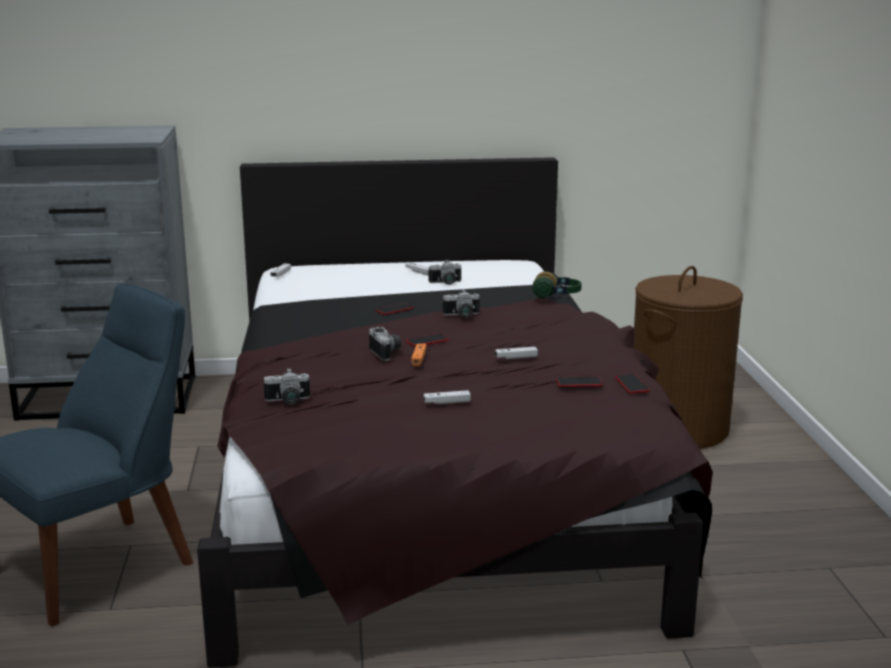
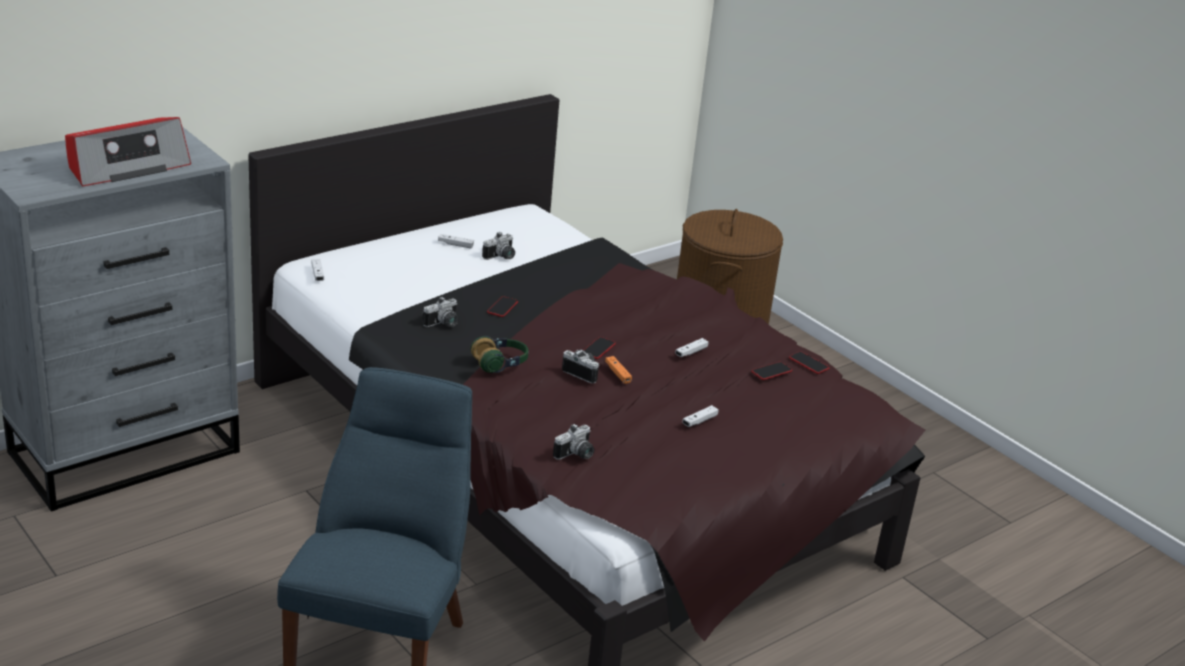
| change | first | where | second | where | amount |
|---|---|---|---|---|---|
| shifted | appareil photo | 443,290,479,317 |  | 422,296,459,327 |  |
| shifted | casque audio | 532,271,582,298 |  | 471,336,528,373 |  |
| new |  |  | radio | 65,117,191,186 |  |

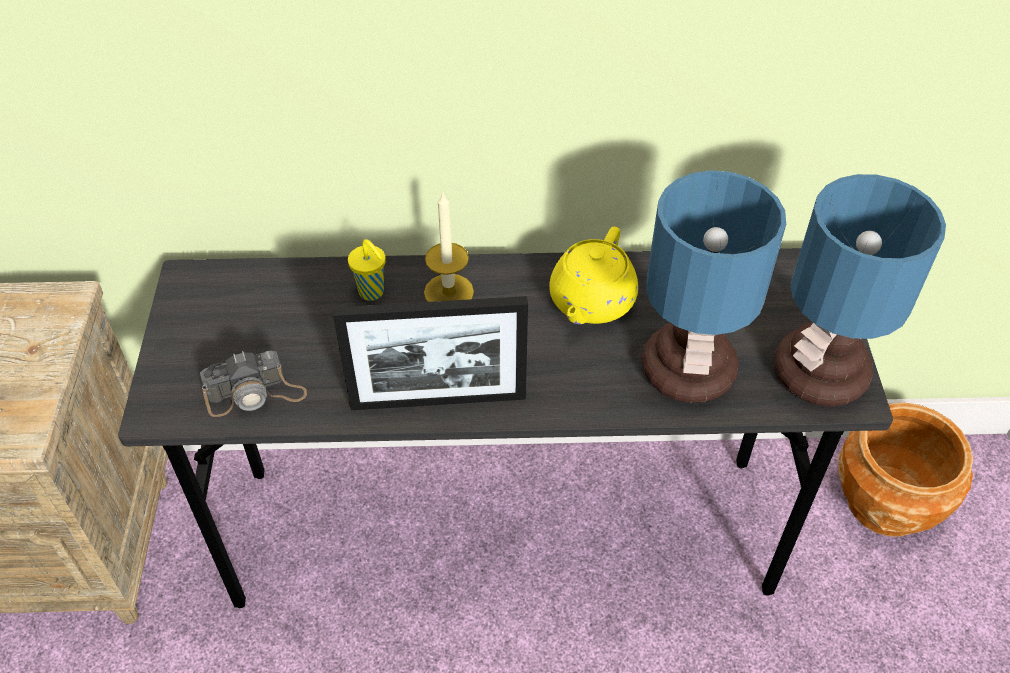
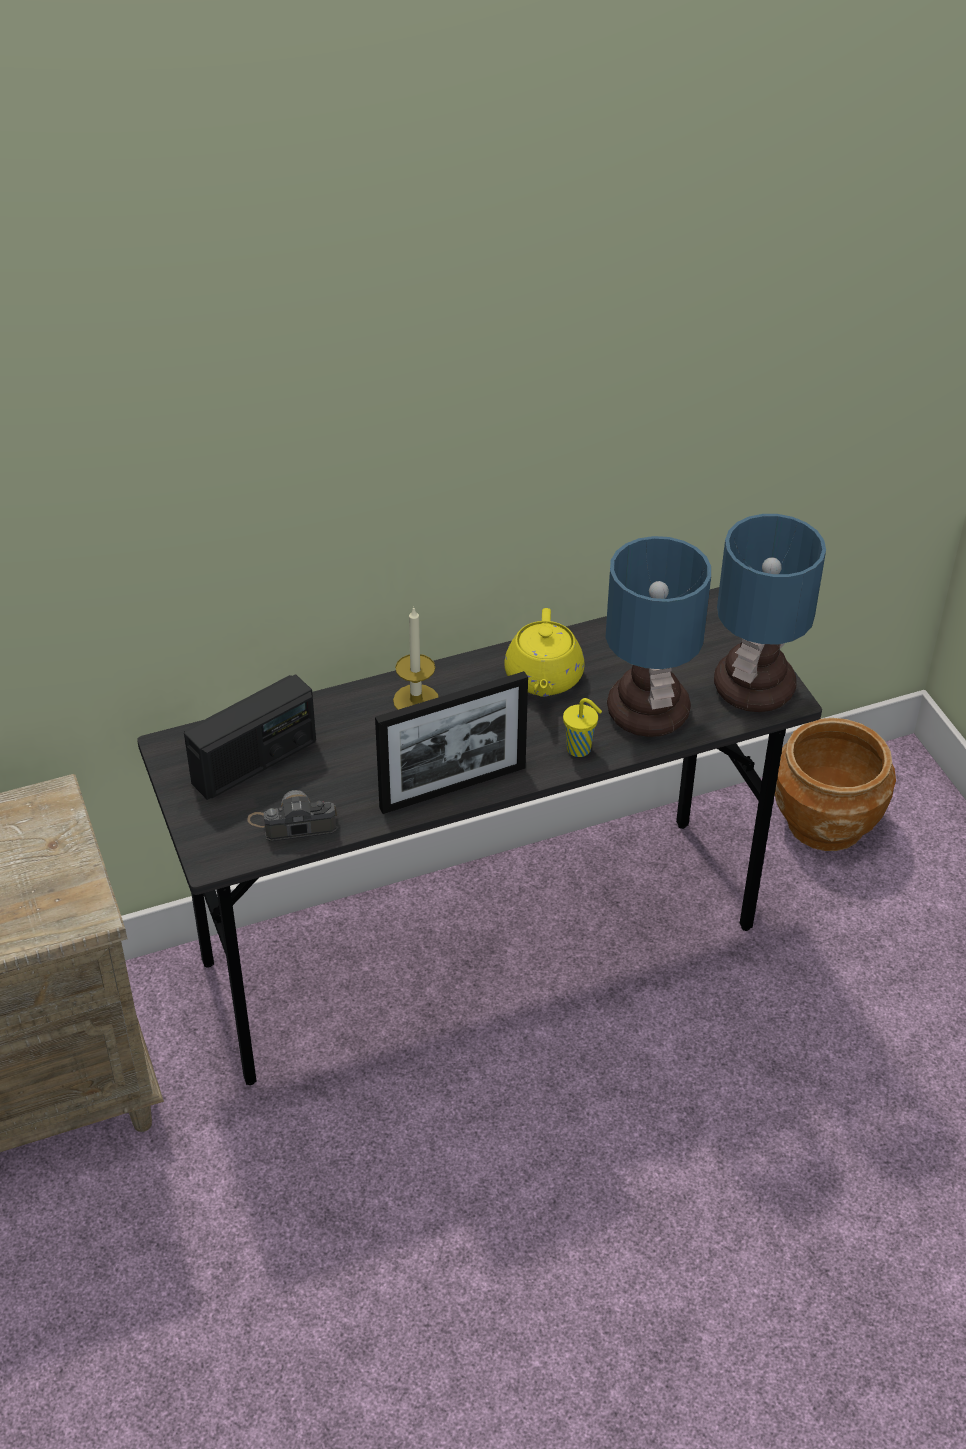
| change | first | where | second | where | amount |
|---|---|---|---|---|---|
| rotated | appareil photo | 200,351,307,417 |  | 247,790,337,842 | 150 degrees counterclockwise |
| shifted | tasse [jaune] | 348,239,386,301 |  | 563,698,602,757 |  |
| new |  |  | radio | 184,674,316,800 |  |

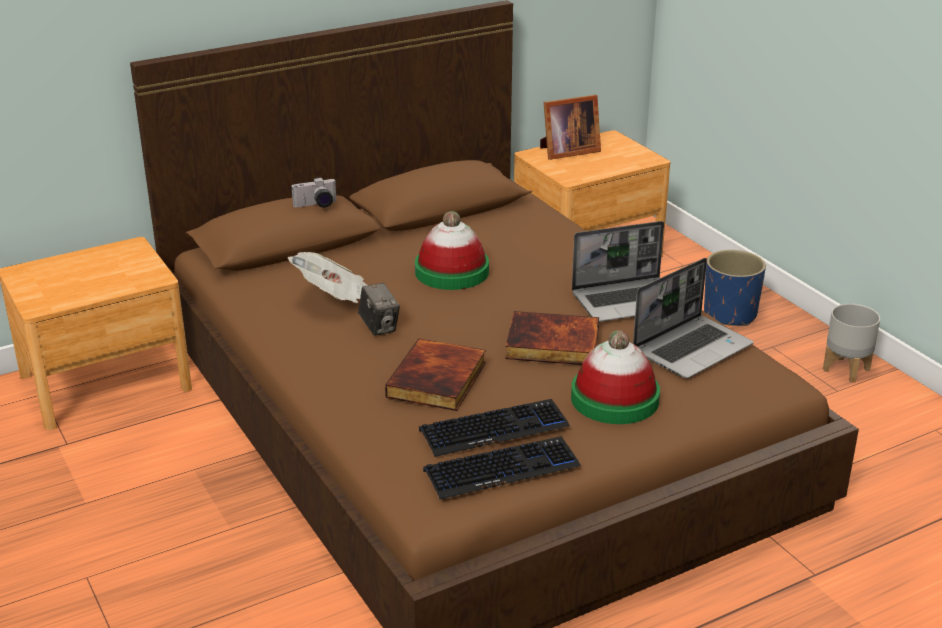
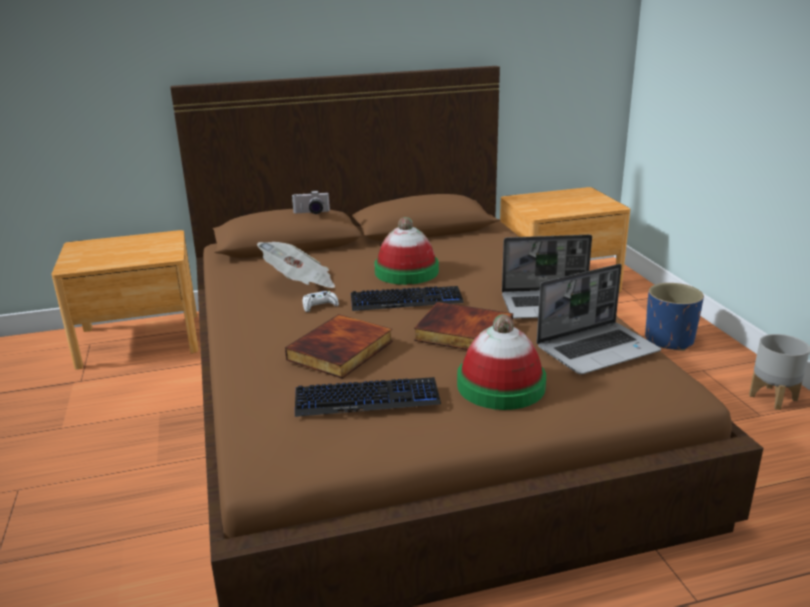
| change | first | where | second | where | amount |
|---|---|---|---|---|---|
| swapped | appareil photo | 358,283,400,336 | manette [blanc] | 303,290,339,312 |  |
| shifted | clavier | 423,436,581,500 |  | 351,286,464,311 |  |
| gone | cadre photo | 540,95,601,160 |  |  |  |

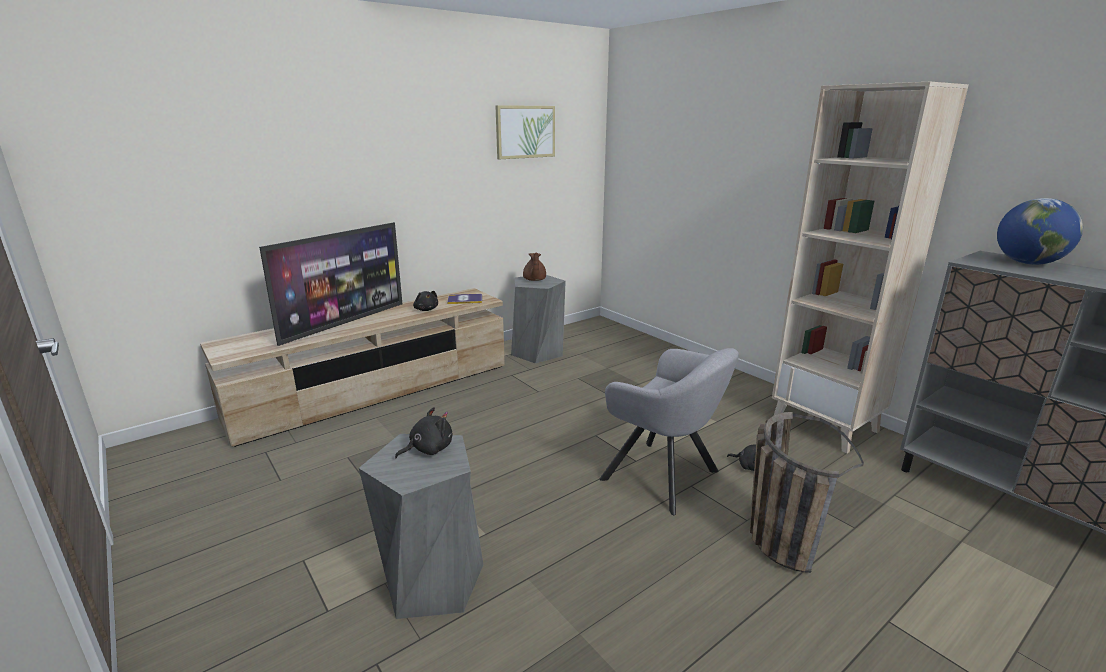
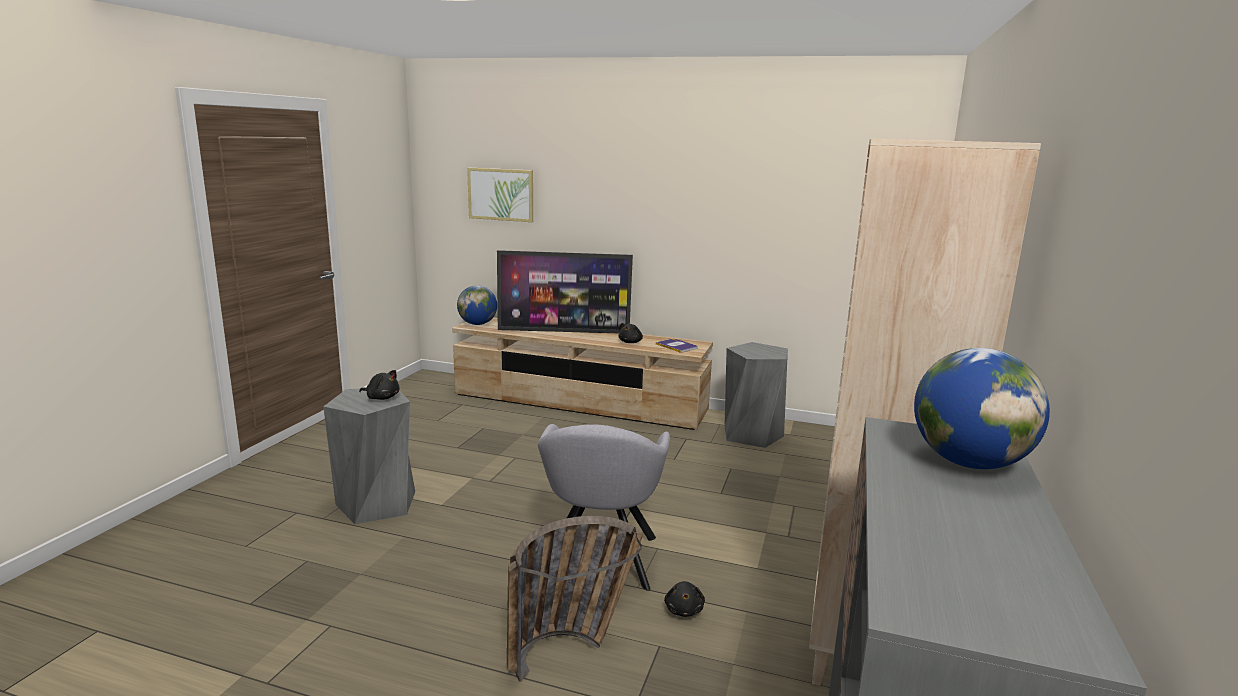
| change | first | where | second | where | amount |
|---|---|---|---|---|---|
| shifted | tableau | 495,105,555,159 |  | 467,168,533,222 |  |
| gone | théière [marron] | 523,252,546,281 |  |  |  |
| new |  |  | globe | 457,285,497,325 |  |

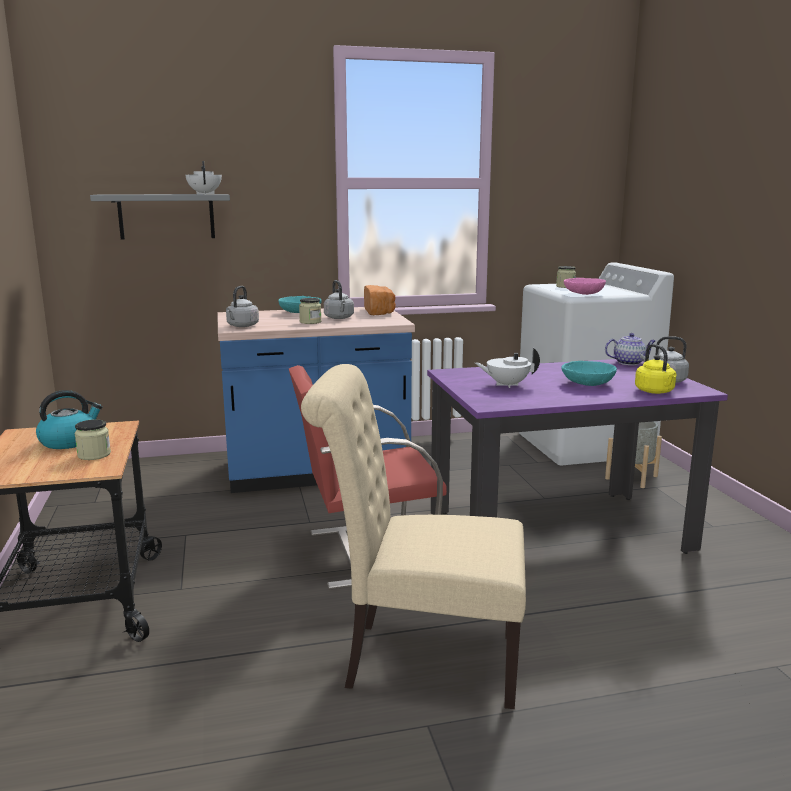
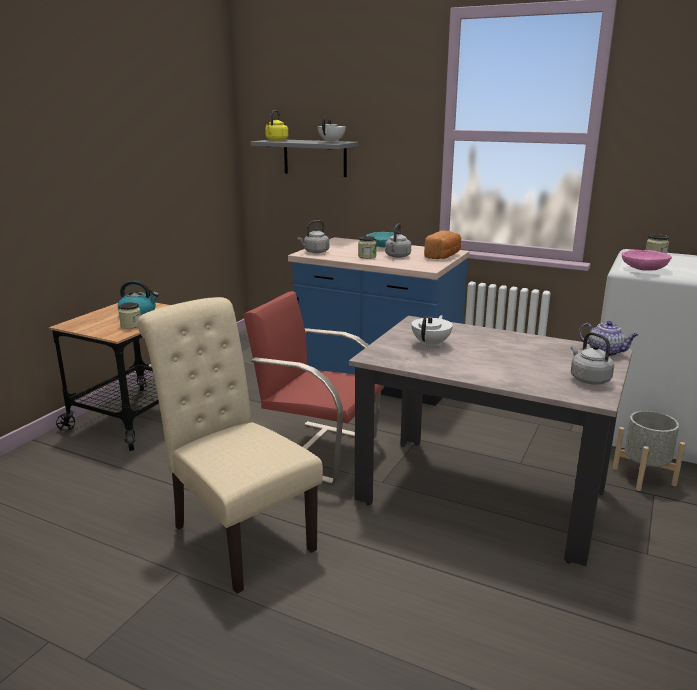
| change | first | where | second | where | amount |
|---|---|---|---|---|---|
| repainted | table à manger [violet] | 427,359,728,554 | table à manger [beige] | 349,316,633,566 |  |
| rotated | théière [blanc] | 475,348,540,388 |  | 411,315,453,348 | 75 degrees clockwise |
| gone | bol [turquoise] | 561,361,617,386 |  |  |  |
| shifted | bouilloire [jaune] | 635,344,677,394 |  | 265,110,288,141 |  |

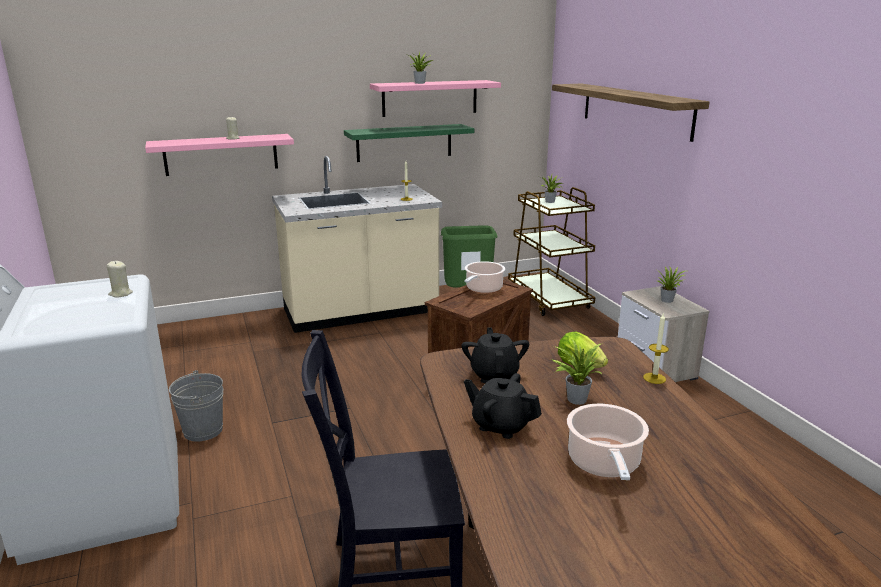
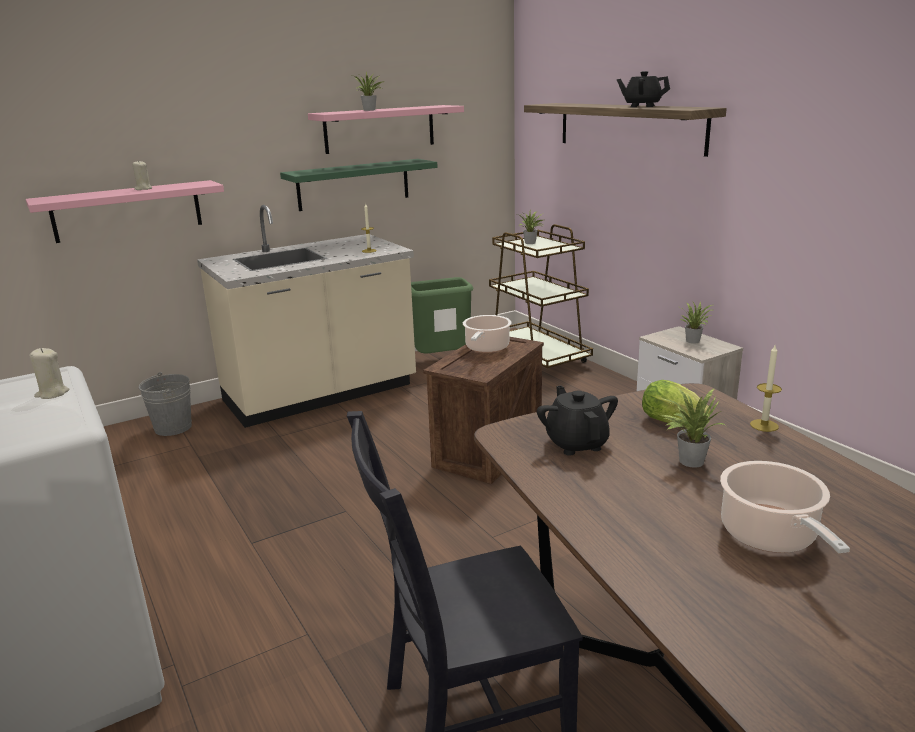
| change | first | where | second | where | amount |
|---|---|---|---|---|---|
| shifted | seau [gris] | 169,370,224,441 |  | 139,372,192,436 |  |
| shifted | théière [noir] | 464,373,542,439 |  | 617,71,670,107 |  |

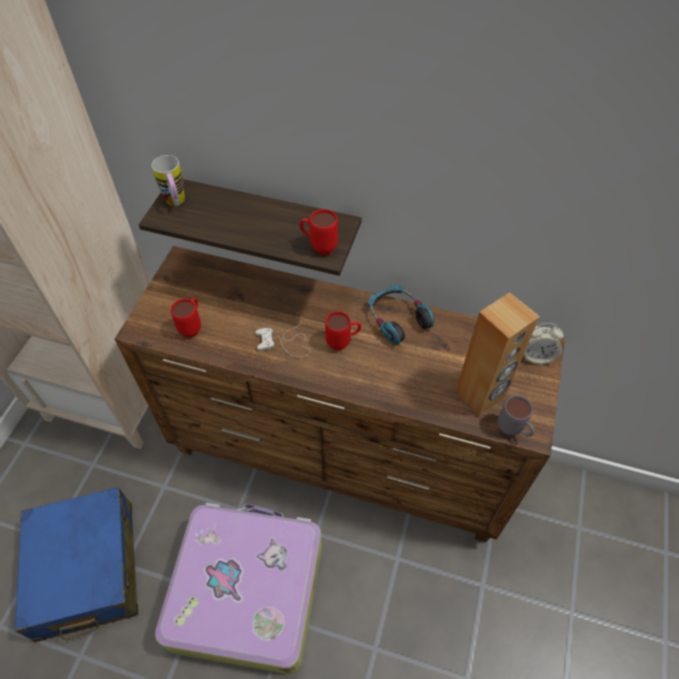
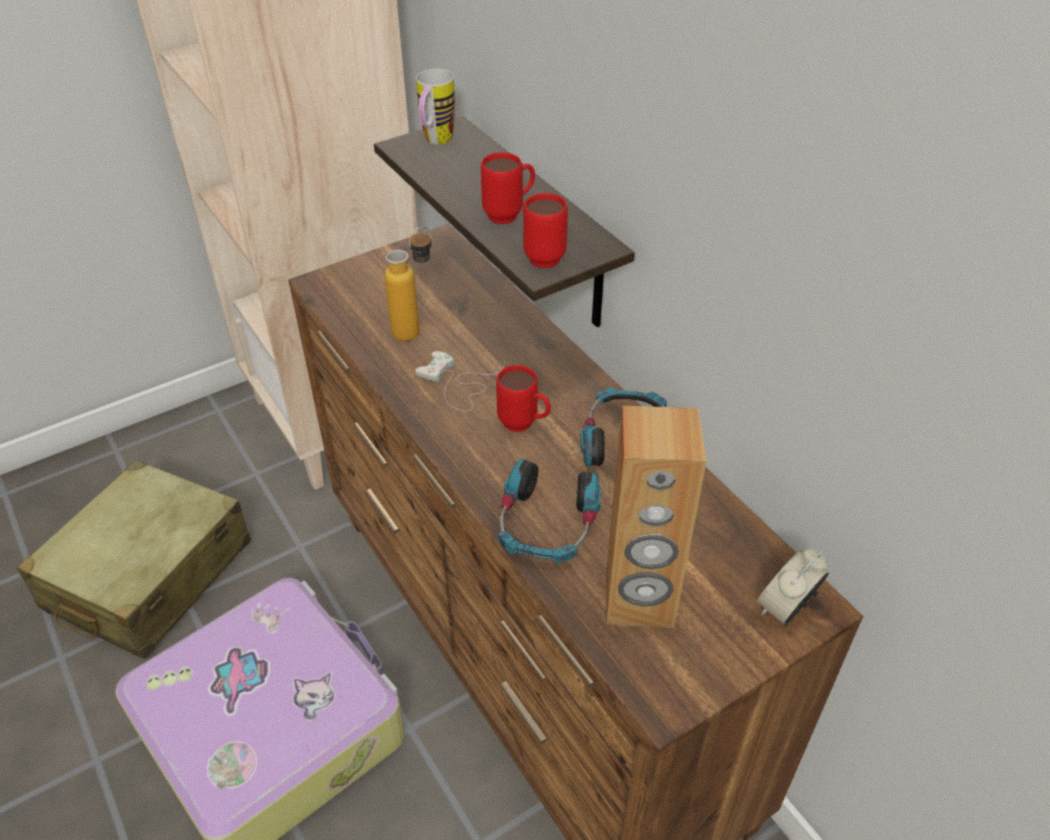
| change | first | where | second | where | amount |
|---|---|---|---|---|---|
| repainted | valise [bleu] | 14,487,138,642 | valise [beige] | 16,460,251,659 |  |
| shifted | mug [rouge] | 171,298,201,338 |  | 481,152,535,224 |  |
| gone | mug [gris] | 498,396,534,437 |  |  |  |
| rotated | réveil | 524,323,564,364 |  | 756,549,829,625 | 90 degrees clockwise |
| new |  |  | bouteille | 384,227,431,341 |  |
| new |  |  | casque audio | 498,459,601,563 |  |

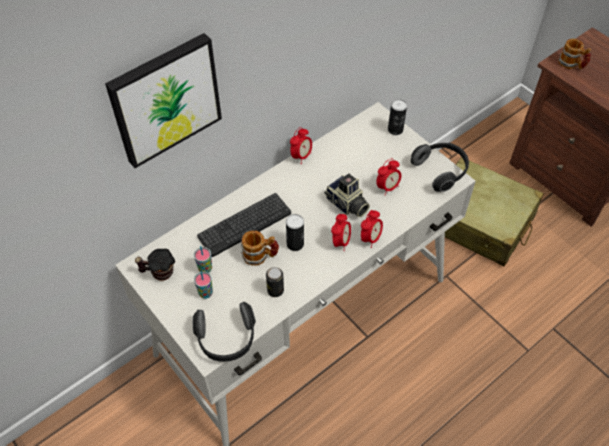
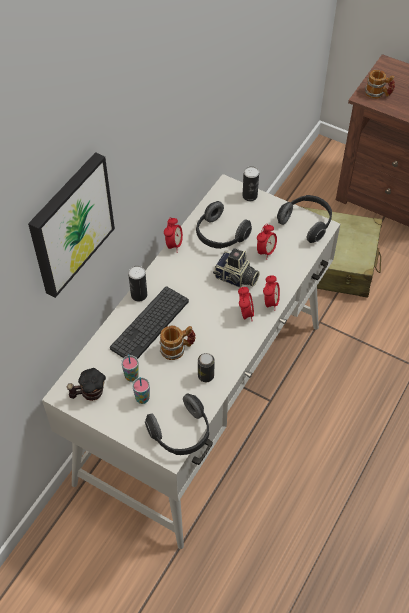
| change | first | where | second | where | amount |
|---|---|---|---|---|---|
| shifted | boîte métallique | 286,214,304,251 |  | 128,266,147,301 |  |
| new |  |  | casque audio | 196,201,252,249 |  |

